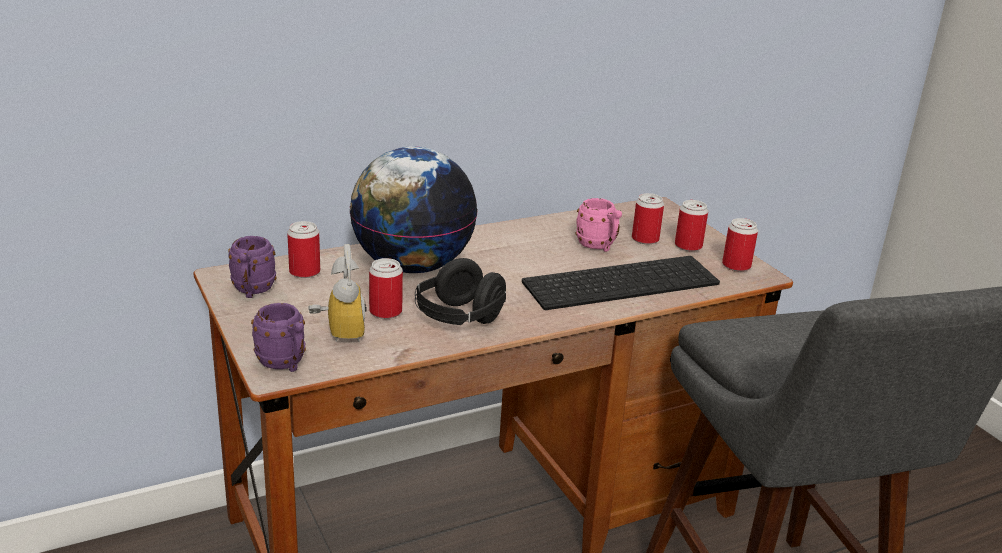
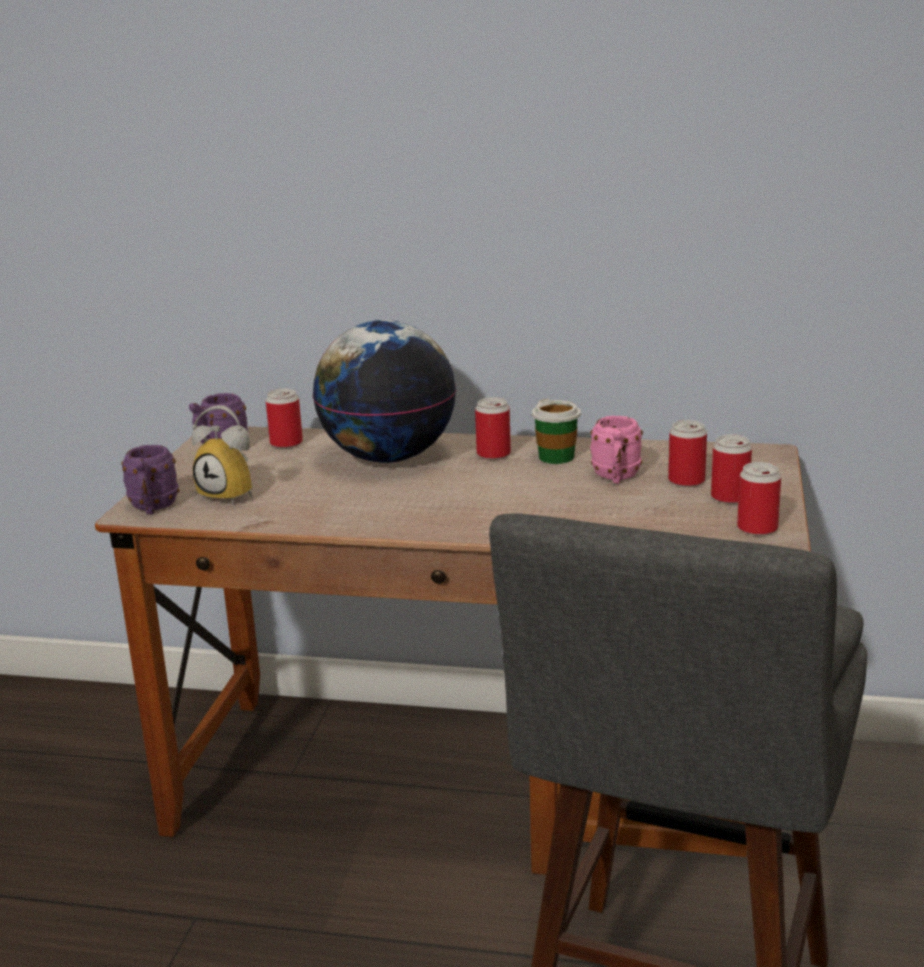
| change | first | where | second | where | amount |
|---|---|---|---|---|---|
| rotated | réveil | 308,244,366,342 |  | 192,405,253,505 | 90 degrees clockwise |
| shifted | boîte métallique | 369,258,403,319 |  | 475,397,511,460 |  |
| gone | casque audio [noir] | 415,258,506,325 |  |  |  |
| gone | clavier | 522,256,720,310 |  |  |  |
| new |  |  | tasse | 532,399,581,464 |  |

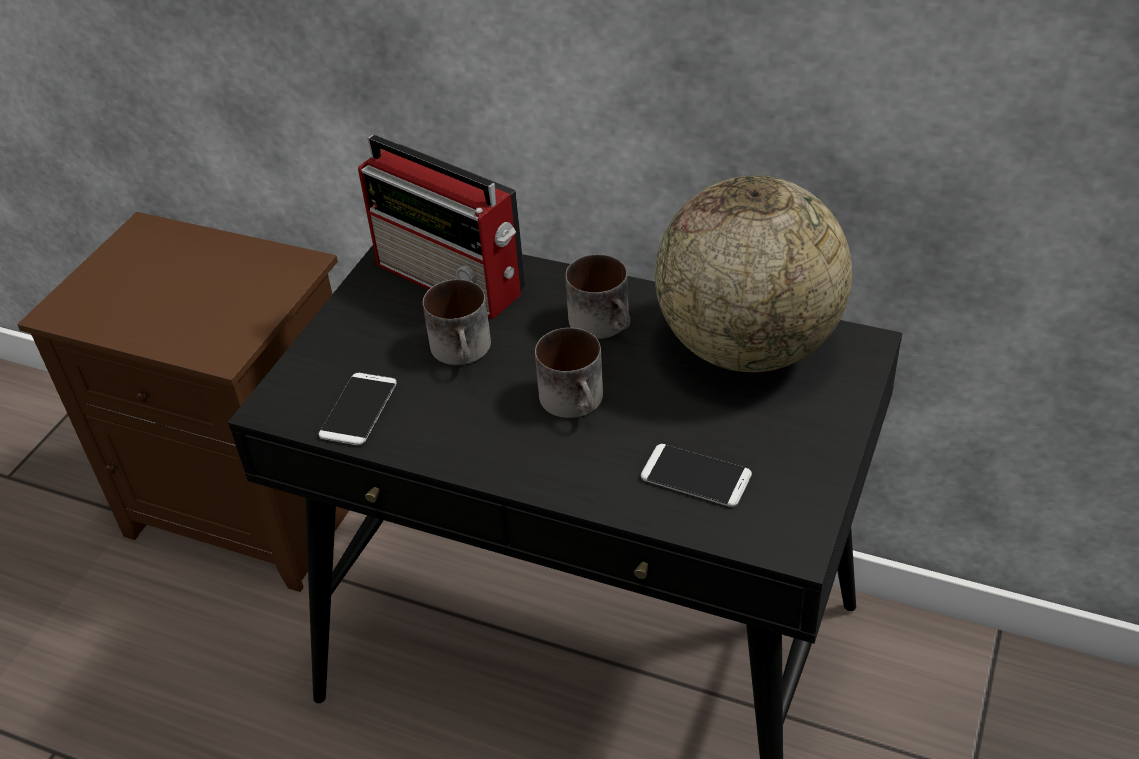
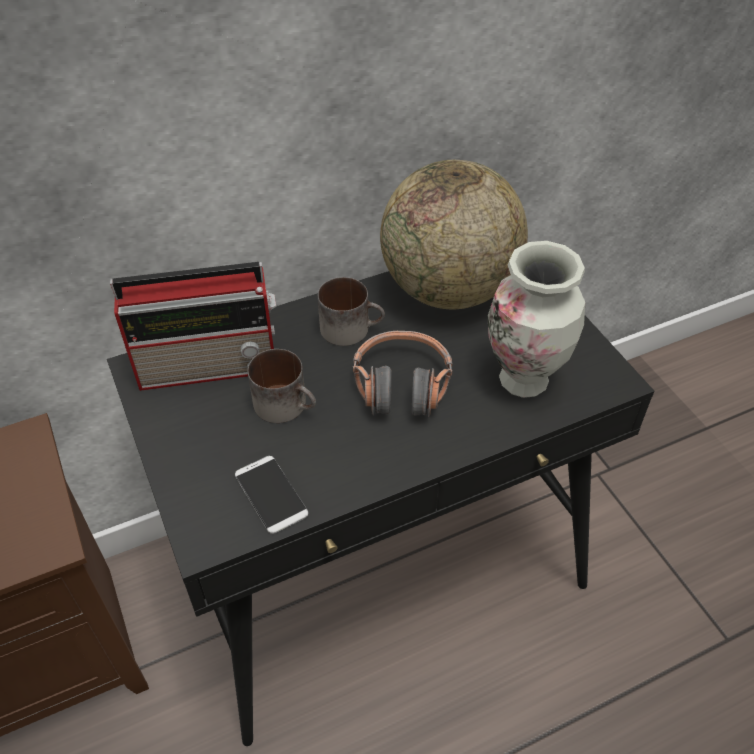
| change | first | where | second | where | amount |
|---|---|---|---|---|---|
| swapped | mug | 535,328,603,418 | casque audio | 353,331,453,417 |  |
| swapped | téléphone | 641,444,752,507 | vase | 487,241,585,398 |  |

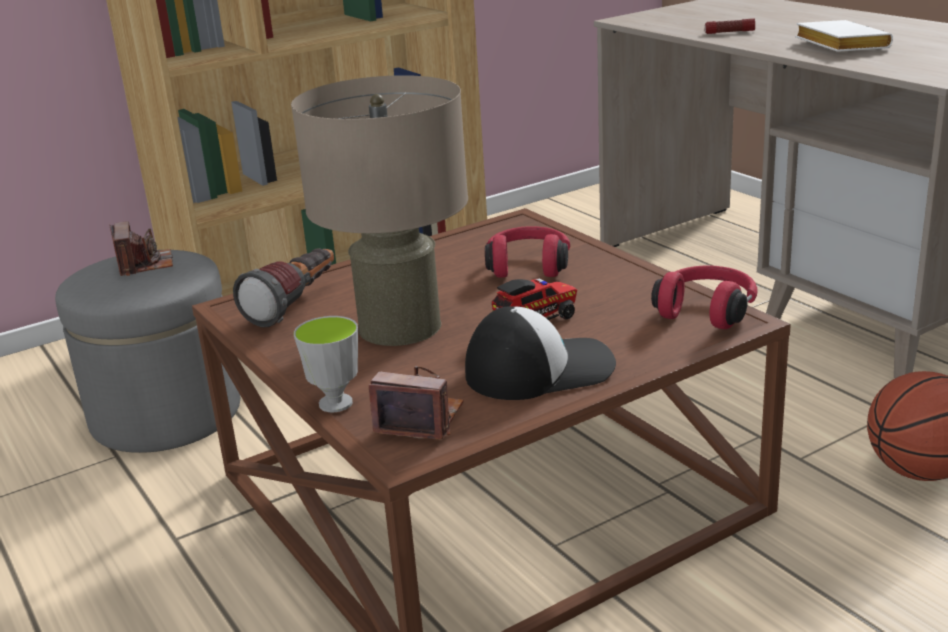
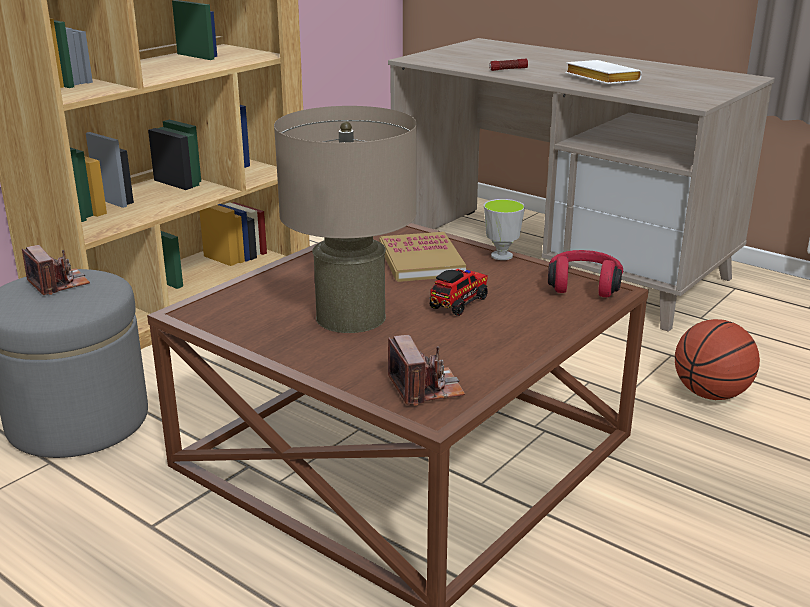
| change | first | where | second | where | amount |
|---|---|---|---|---|---|
| gone | lampe de poche | 233,248,334,327 |  |  |  |
| shifted | tasse | 294,316,358,412 |  | 484,199,525,260 |  |
| rotated | appareil photo | 369,366,464,440 |  | 388,335,465,406 | 75 degrees clockwise |
| gone | casquette | 465,306,616,400 |  |  |  |
| swapped | casque audio [rouge] | 485,226,570,278 | livre | 379,232,466,282 |  |

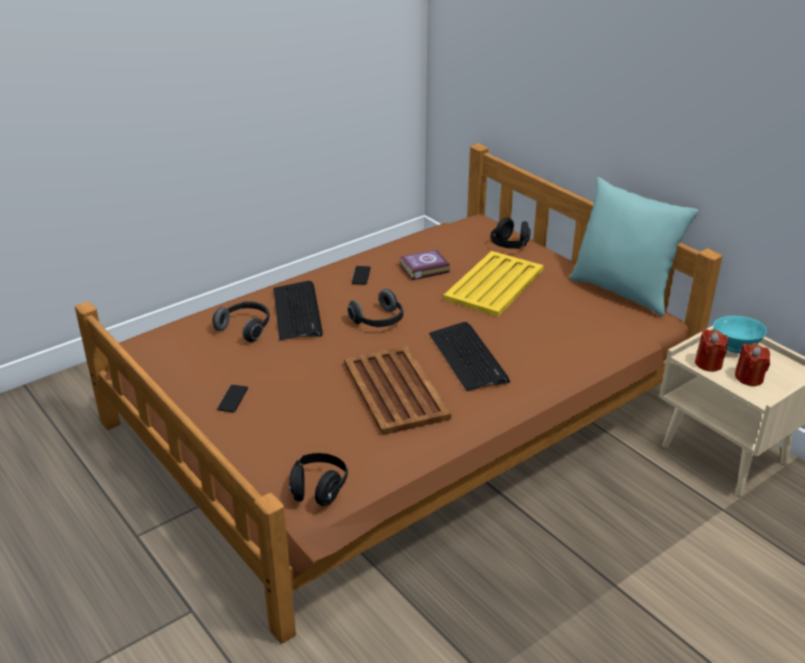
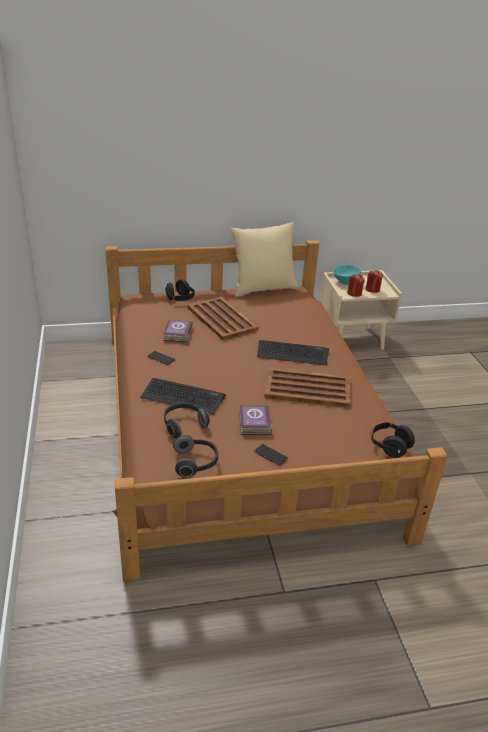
| change | first | where | second | where | amount |
|---|---|---|---|---|---|
| shifted | casque audio | 347,289,403,327 |  | 173,435,218,477 |  |
| repainted | plateau [jaune] | 443,251,544,317 | plateau [marron] | 188,297,259,340 |  |
| repainted | coussin [turquoise] | 569,177,699,316 | coussin [beige] | 231,222,298,297 |  |
| new |  |  | livre | 239,405,272,435 |  |

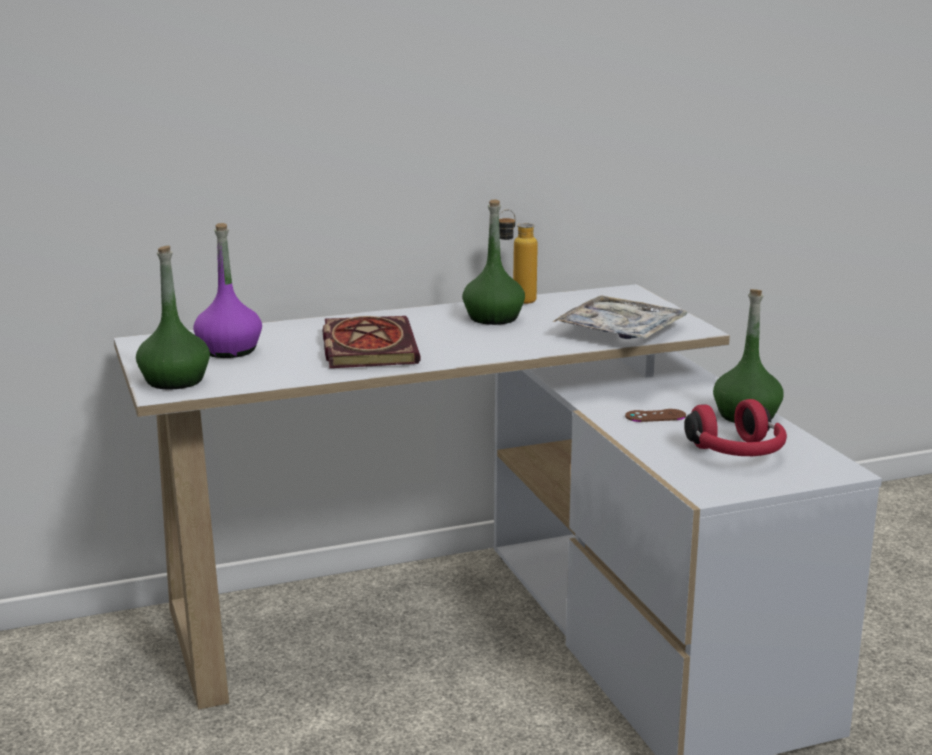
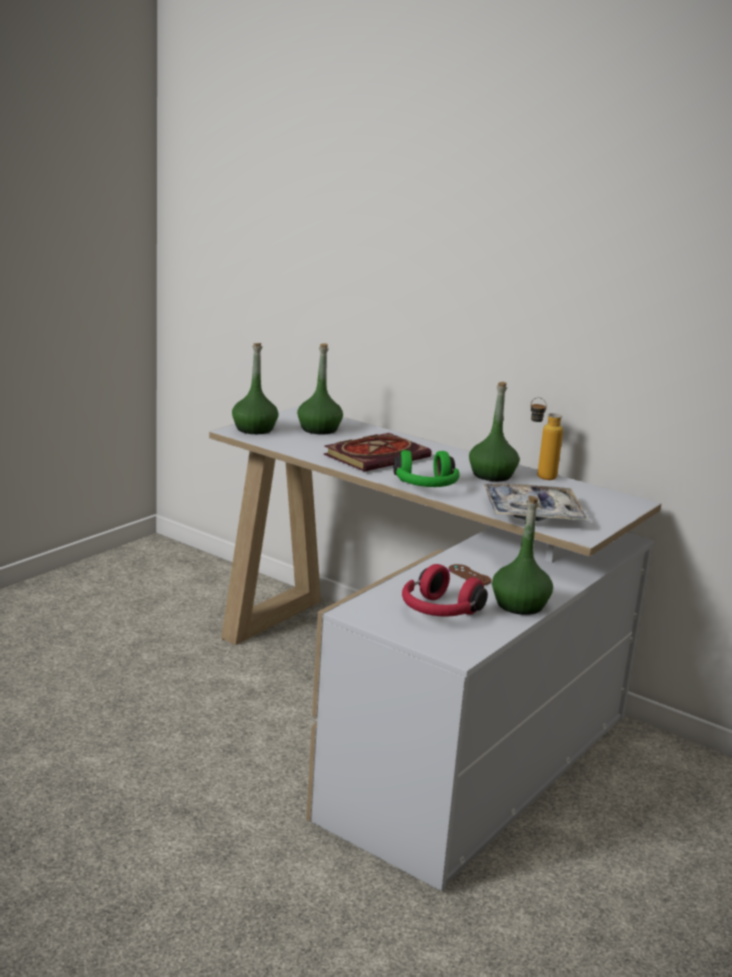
| change | first | where | second | where | amount |
|---|---|---|---|---|---|
| repainted | bouteille [violet] | 193,223,262,358 | bouteille [vert] | 297,343,343,434 |  |
| new |  |  | casque audio [vert] | 393,450,460,487 |  |

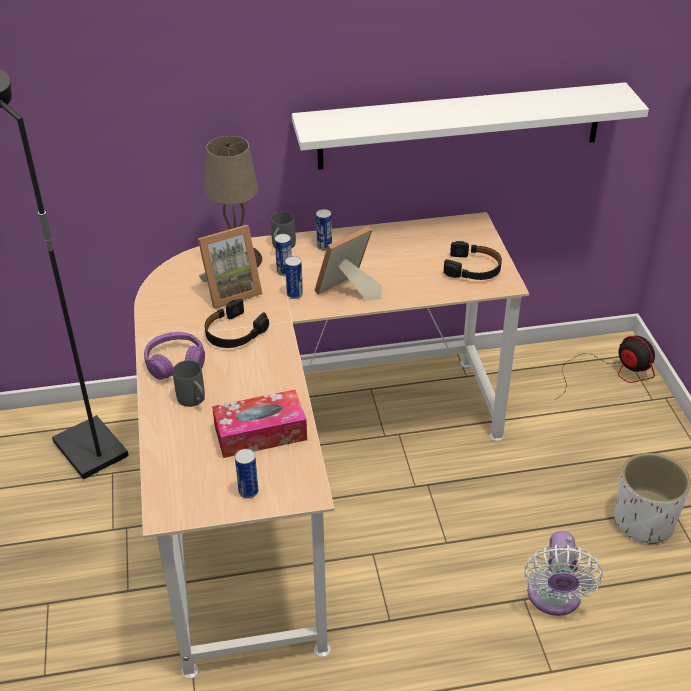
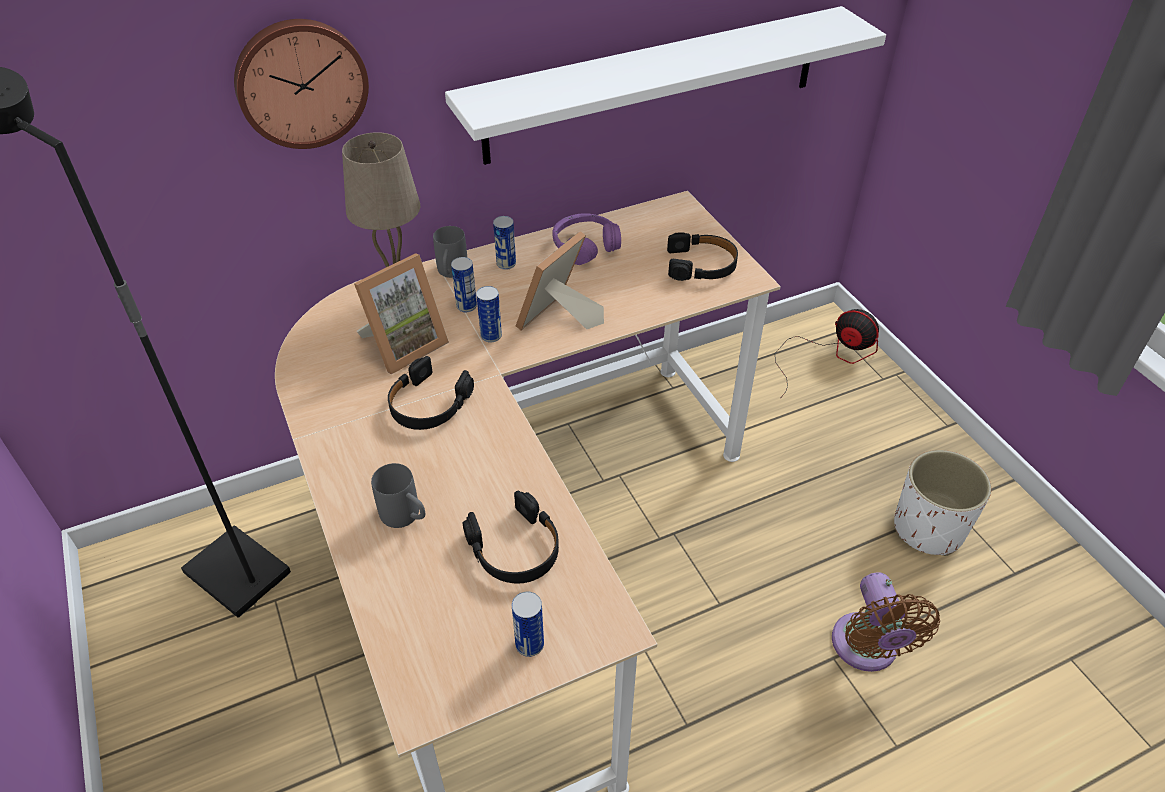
| change | first | where | second | where | amount |
|---|---|---|---|---|---|
| shifted | casque audio [violet] | 144,332,205,380 |  | 552,213,621,265 |  |
| swapped | boîte à mouchoirs | 212,390,307,458 | casque audio [noir] | 463,491,559,583 |  |
| repainted | ventilateur [blanc] | 524,531,603,616 | ventilateur [marron] | 832,572,940,672 |  |
| new |  |  | horloge murale | 234,19,369,149 |  |

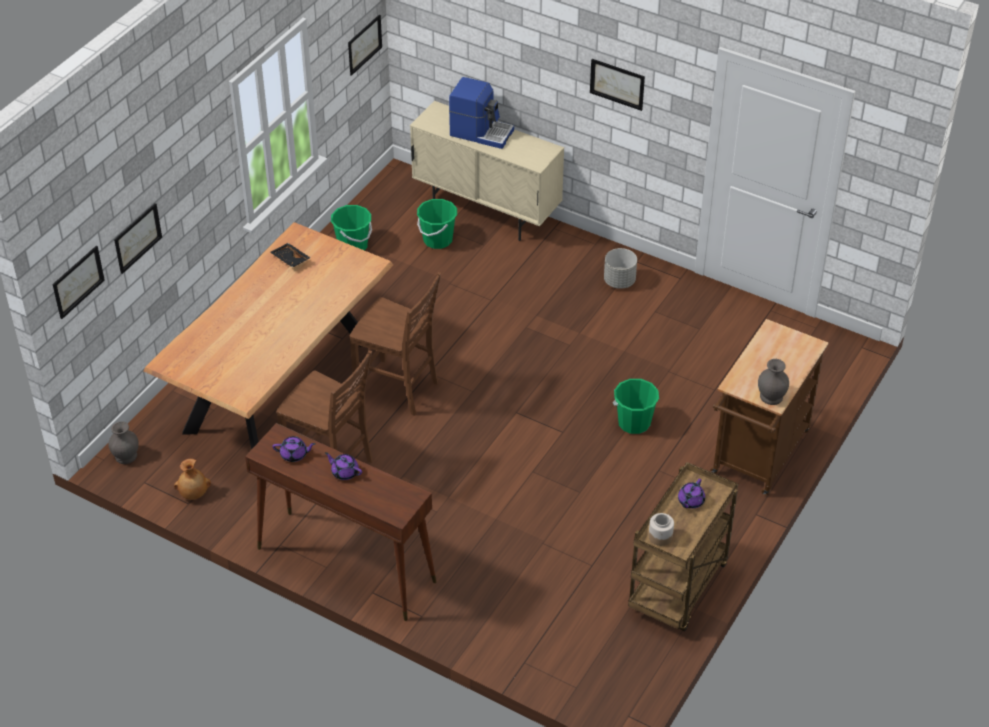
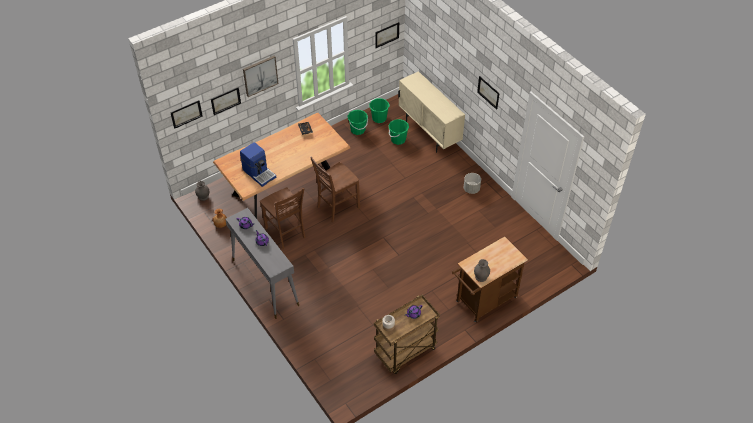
| change | first | where | second | where | amount |
|---|---|---|---|---|---|
| repainted | table console [marron] | 245,423,436,621 | table console [gris] | 225,208,299,319 |  |
| rotated | chaise [marron] | 350,272,441,416 |  | 310,156,360,222 | 90 degrees clockwise |
| shifted | machine à café | 449,77,514,149 |  | 240,142,276,187 |  |
| shifted | seau [vert] | 613,379,659,434 |  | 369,98,390,123 |  |
| new |  |  | tableau | 243,56,278,97 |  |

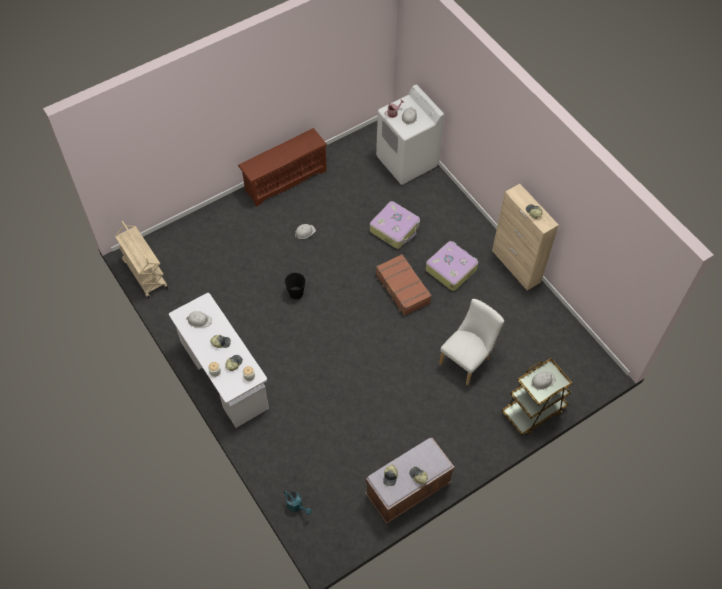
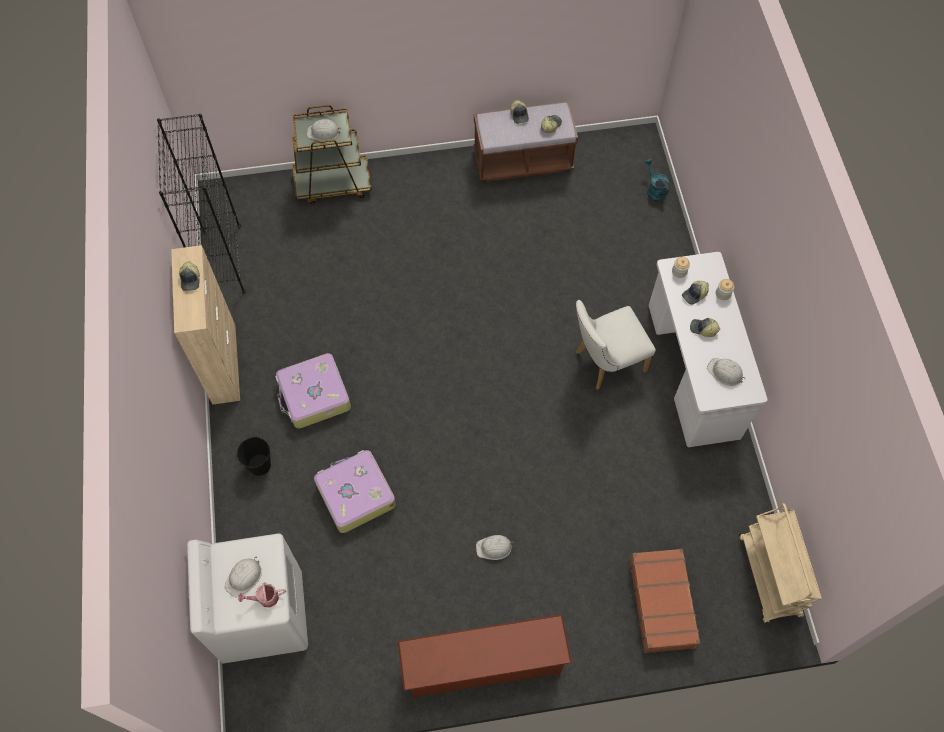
| change | first | where | second | where | amount |
|---|---|---|---|---|---|
| shifted | seau [noir] | 284,272,306,299 |  | 236,437,271,476 |  |
| shifted | valise [marron] | 376,254,432,316 |  | 629,549,700,653 |  |
| shifted | chaise [blanc] | 439,299,504,385 |  | 576,300,656,390 |  |
| new |  |  | bibliothèque [noir] | 157,113,246,293 |  |

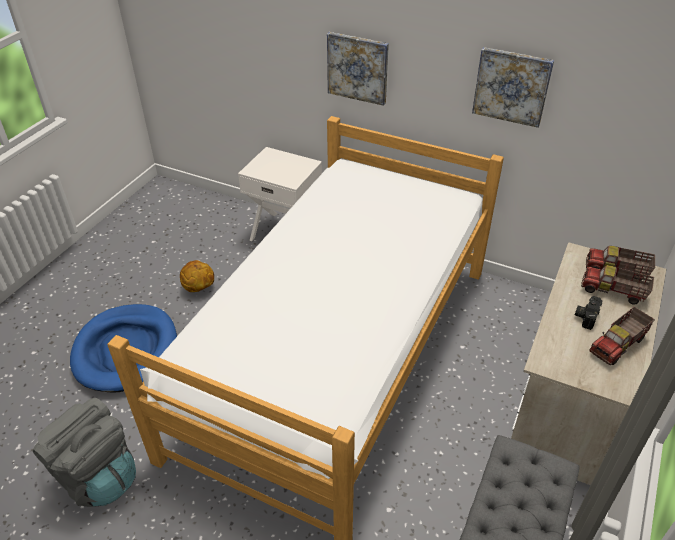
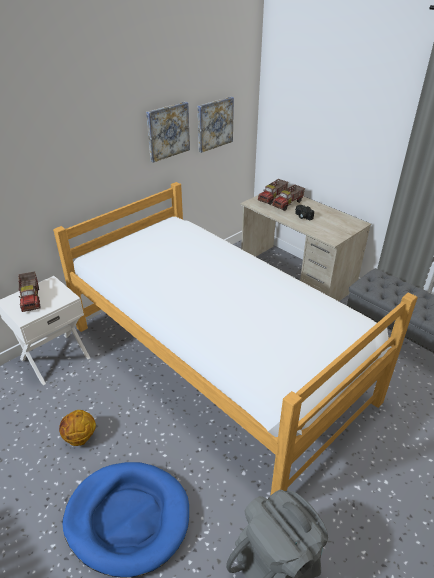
| change | first | where | second | where | amount |
|---|---|---|---|---|---|
| shifted | tableau | 327,32,389,106 |  | 198,97,234,153 |  |
| shifted | camion jouet | 589,307,655,365 |  | 19,271,41,312 |  |

